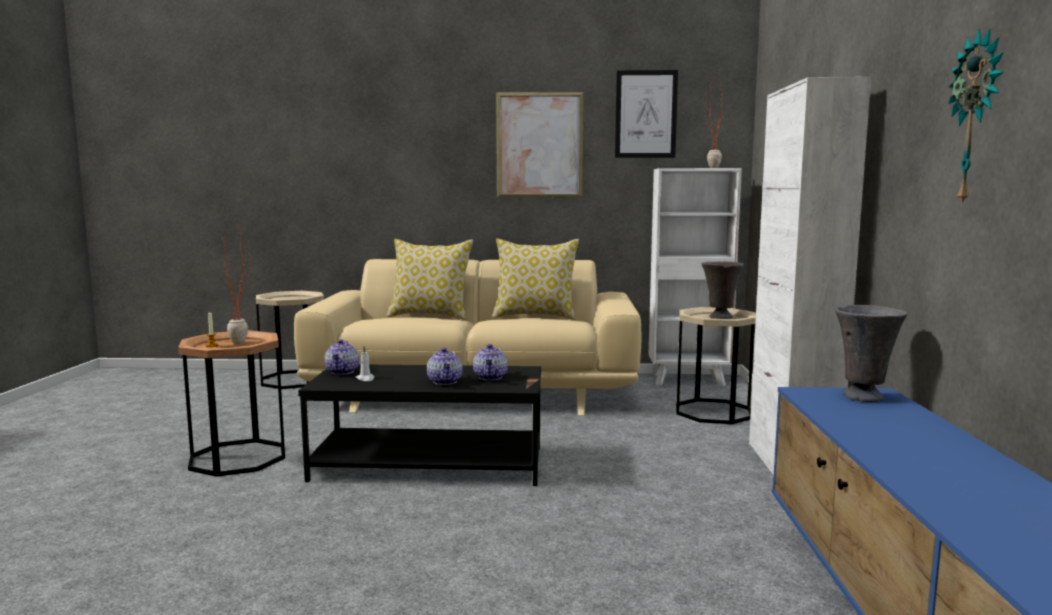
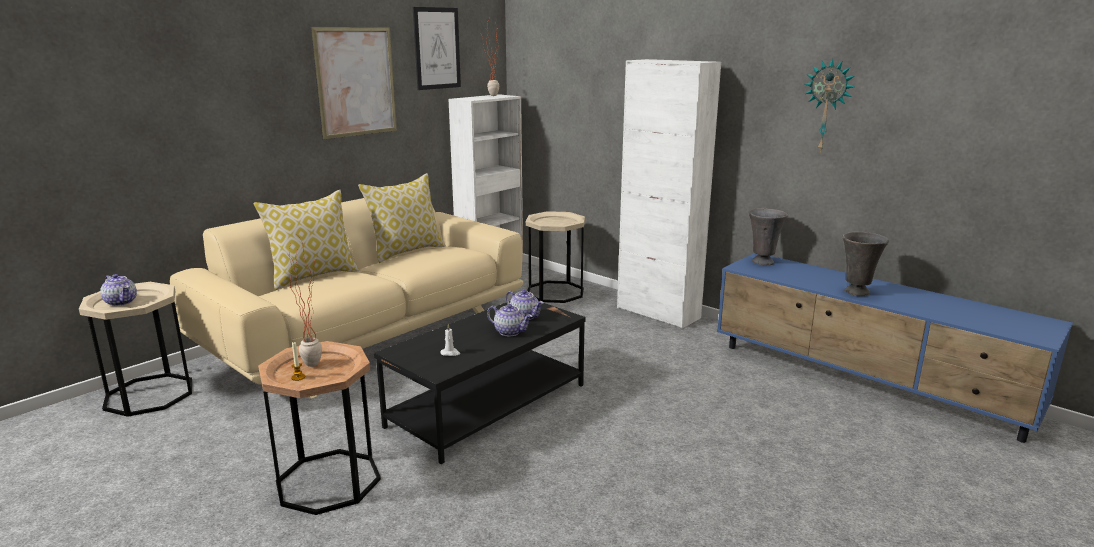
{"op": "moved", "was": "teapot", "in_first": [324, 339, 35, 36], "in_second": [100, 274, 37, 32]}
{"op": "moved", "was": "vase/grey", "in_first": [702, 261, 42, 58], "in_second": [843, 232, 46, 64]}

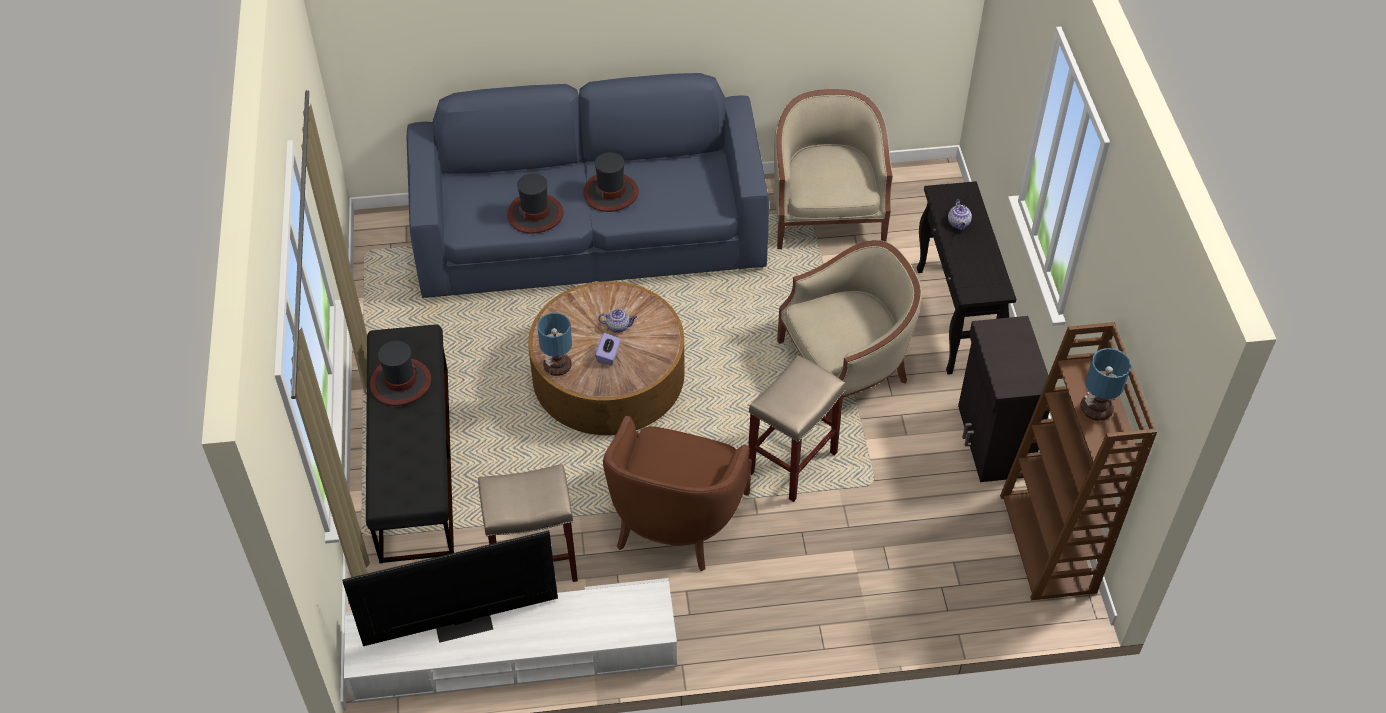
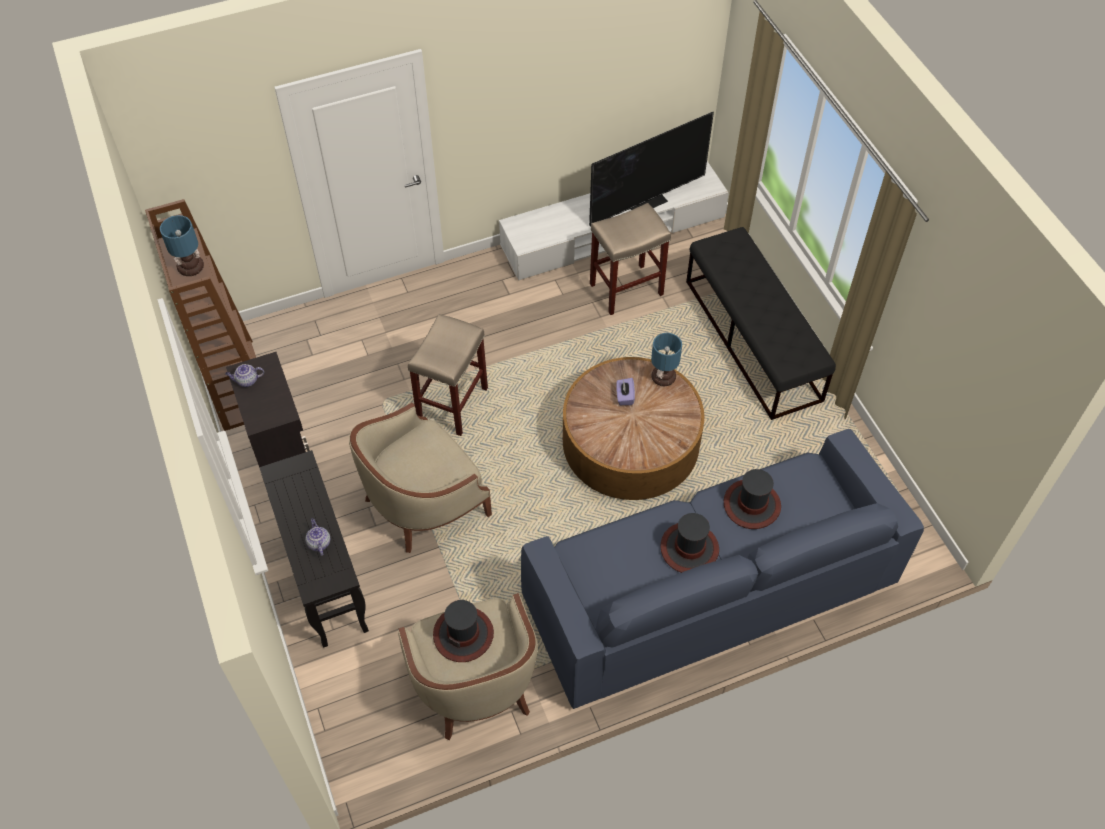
{"op": "removed", "was": "armchair/brown", "in_first": [603, 416, 149, 155]}
{"op": "moved", "was": "hat", "in_first": [370, 341, 61, 65], "in_second": [433, 600, 61, 62]}
{"op": "moved", "was": "teapot", "in_first": [598, 309, 39, 24], "in_second": [225, 364, 39, 23]}

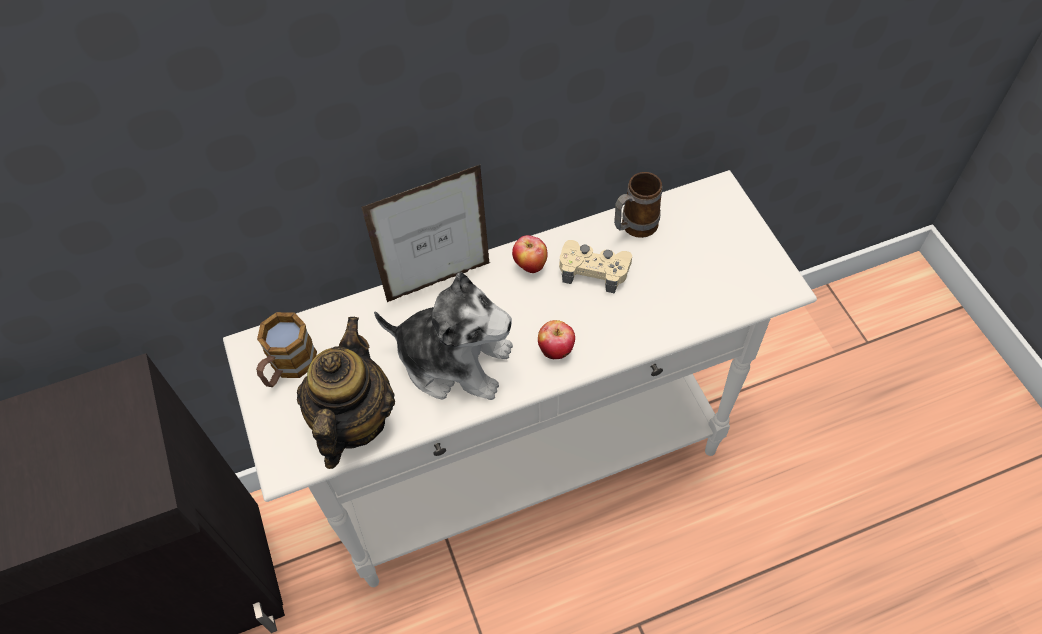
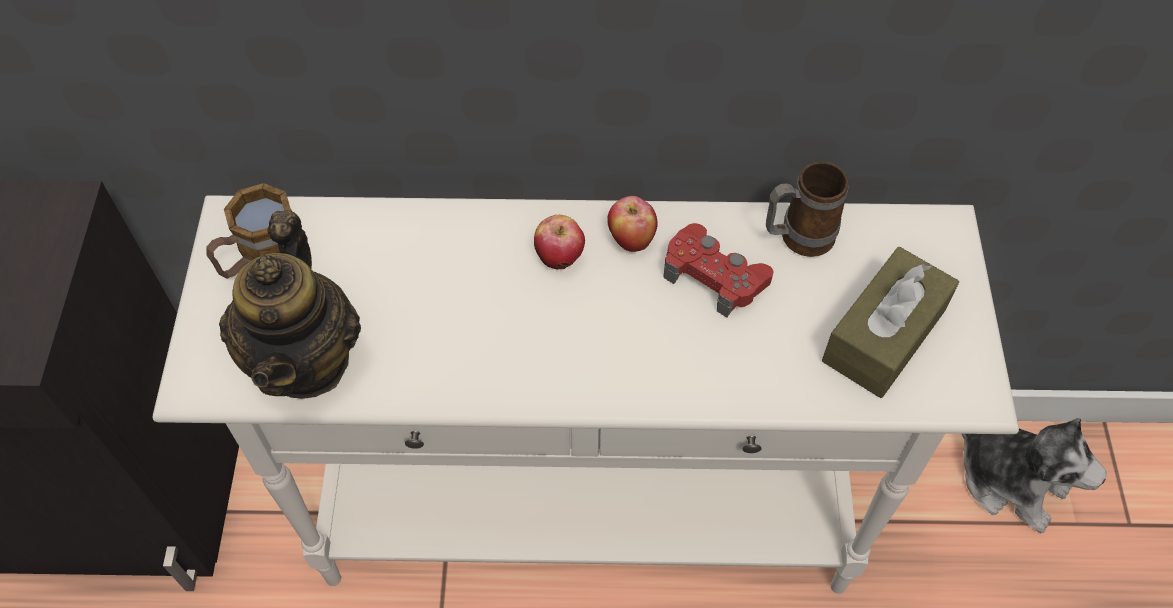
{"op": "removed", "was": "picture frame", "in_first": [362, 164, 128, 138]}
{"op": "added", "now": "tissue box/brown", "in_second": [822, 247, 137, 151]}
{"op": "moved", "was": "plush toy", "in_first": [374, 272, 139, 128], "in_second": [961, 418, 146, 115]}
{"op": "moved", "was": "apple", "in_first": [538, 320, 37, 39], "in_second": [534, 215, 51, 55]}
{"op": "recoloured", "was": "game controller/beige", "now": "game controller/red", "in_first": [559, 240, 73, 54], "in_second": [663, 223, 111, 95]}
{"op": "turned", "was": "teapot", "in_first": [297, 317, 98, 152], "in_second": [219, 211, 142, 188], "clockwise": 150}

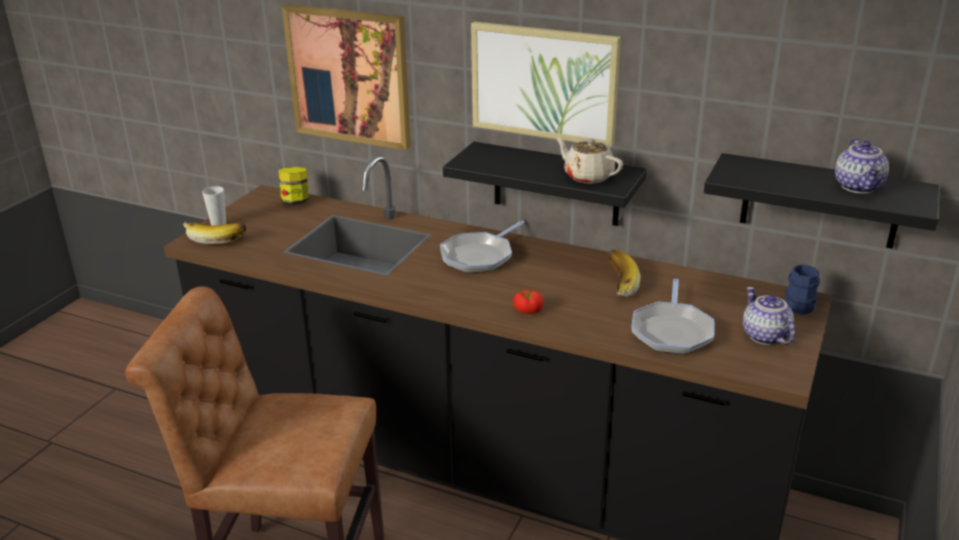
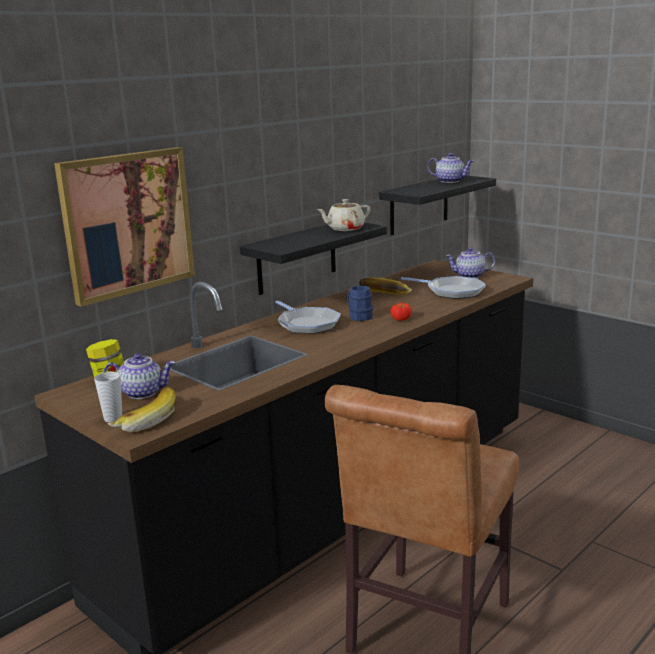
{"op": "removed", "was": "picture", "in_first": [471, 22, 150, 125]}
{"op": "added", "now": "teapot", "in_second": [103, 353, 72, 46]}
{"op": "moved", "was": "mug/blue", "in_first": [785, 264, 35, 50], "in_second": [346, 286, 27, 35]}

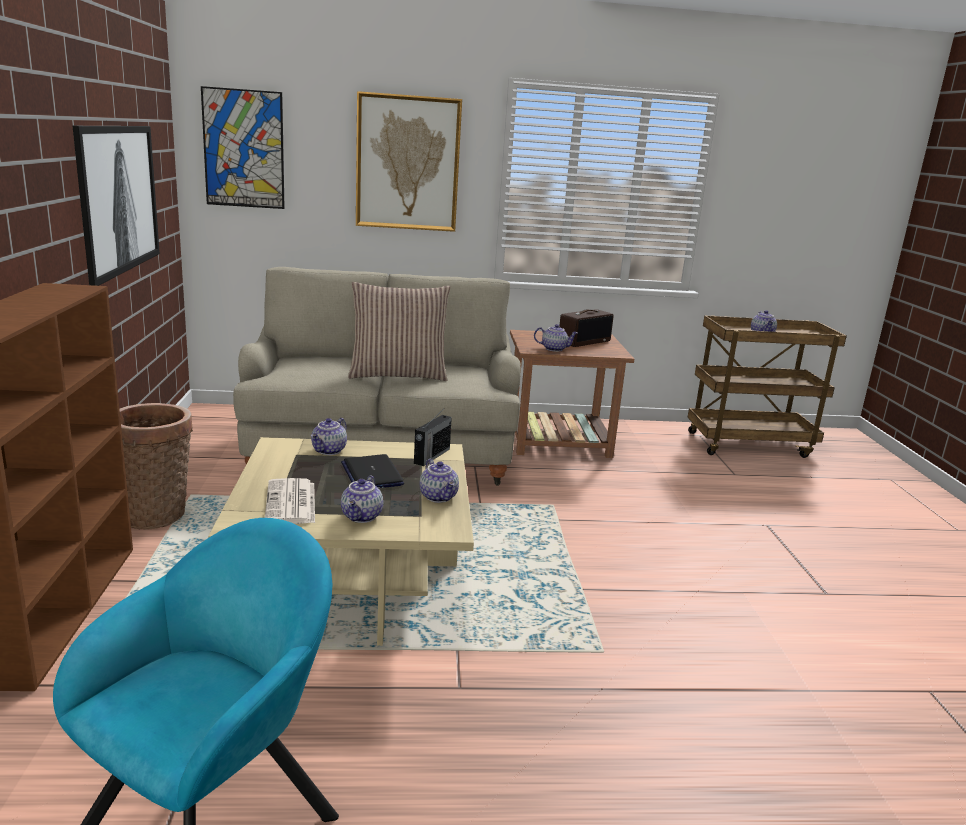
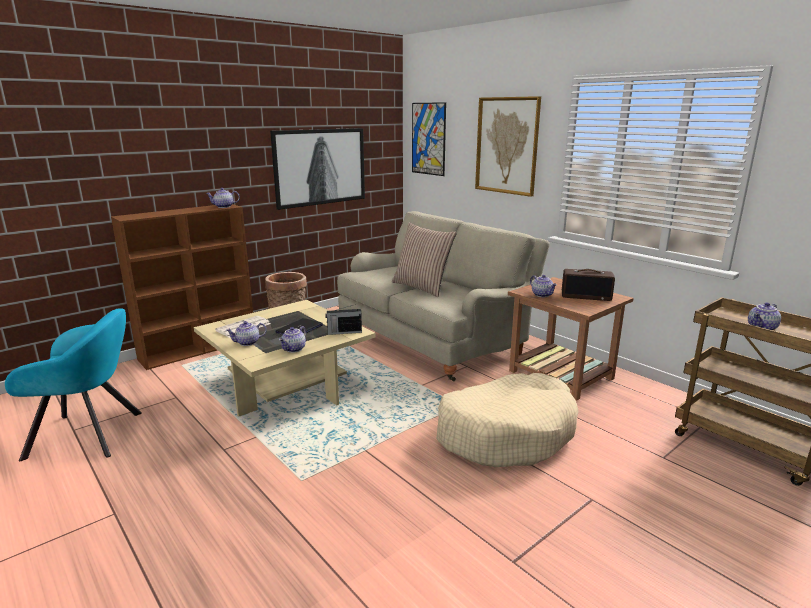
{"op": "added", "now": "dog bed/beige", "in_second": [436, 373, 142, 94]}
{"op": "moved", "was": "teapot", "in_first": [311, 418, 36, 37], "in_second": [206, 188, 34, 20]}

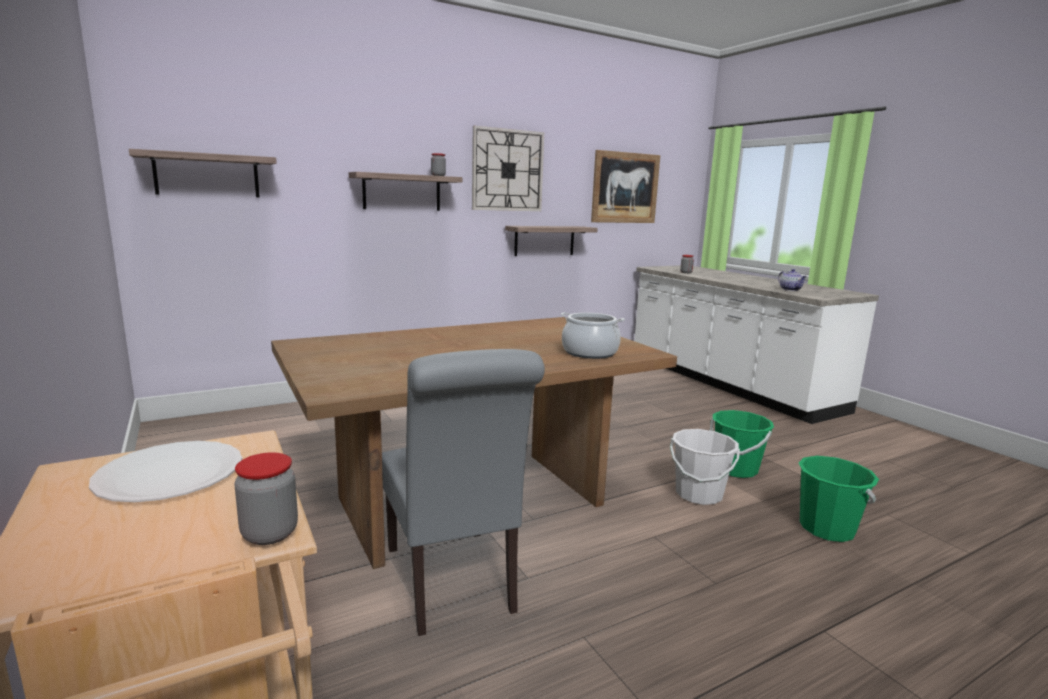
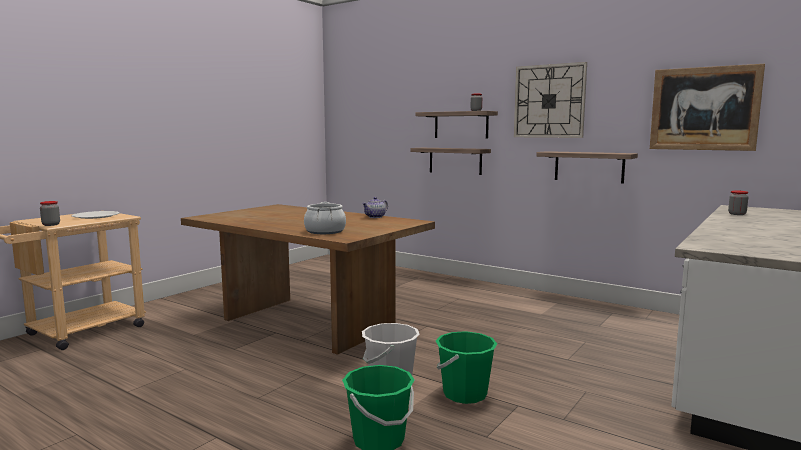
{"op": "removed", "was": "chair/grey", "in_first": [382, 349, 163, 287]}
{"op": "moved", "was": "shelf", "in_first": [129, 149, 148, 48], "in_second": [410, 148, 81, 27]}
{"op": "moved", "was": "teapot", "in_first": [778, 269, 29, 22], "in_second": [362, 197, 26, 21]}

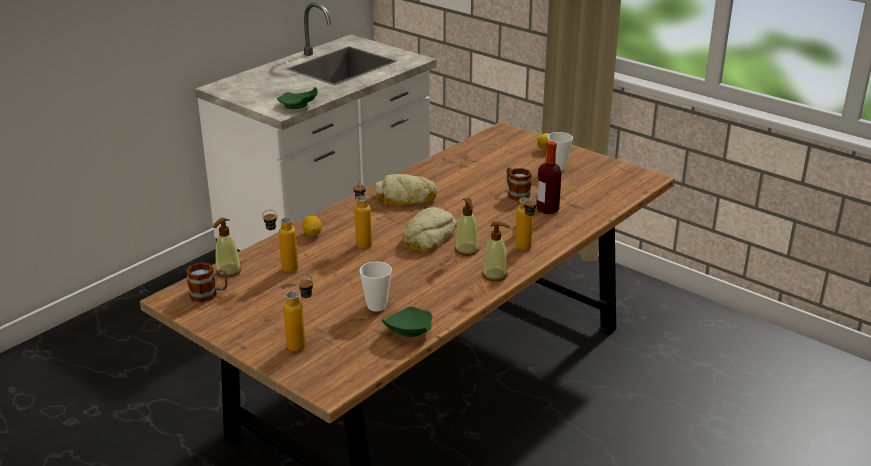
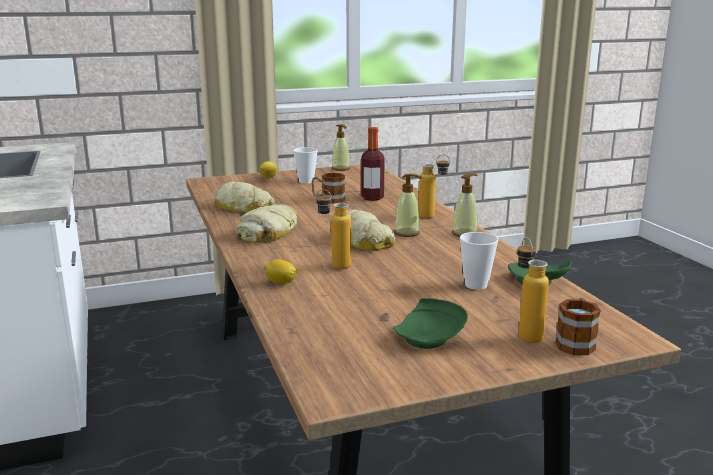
{"op": "removed", "was": "bottle", "in_first": [262, 210, 36, 62]}
{"op": "added", "now": "bread", "in_second": [214, 182, 61, 30]}
{"op": "moved", "was": "mug", "in_first": [186, 262, 41, 40], "in_second": [555, 298, 46, 57]}
{"op": "moved", "was": "soap dispenser", "in_first": [213, 218, 28, 59], "in_second": [331, 124, 19, 47]}
{"op": "moved", "was": "plate/green", "in_first": [277, 87, 41, 22], "in_second": [393, 298, 75, 51]}

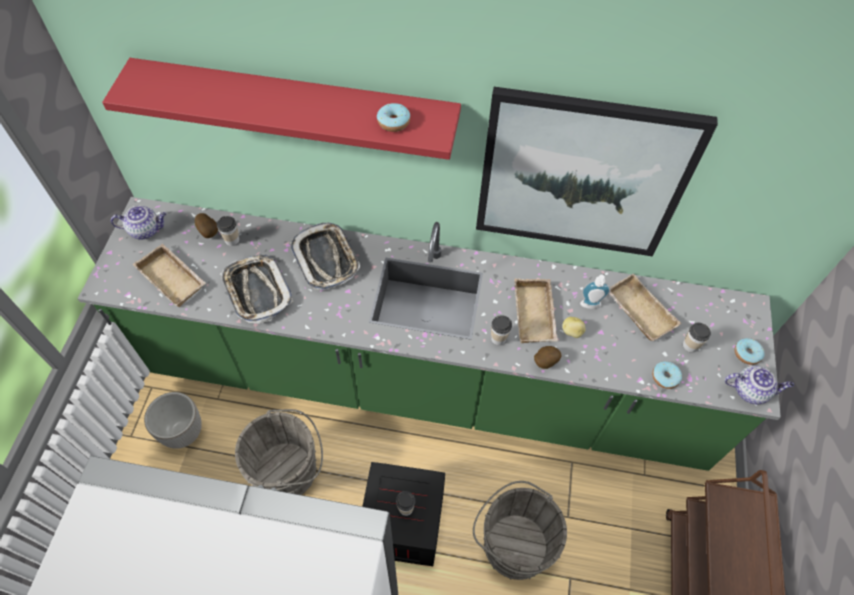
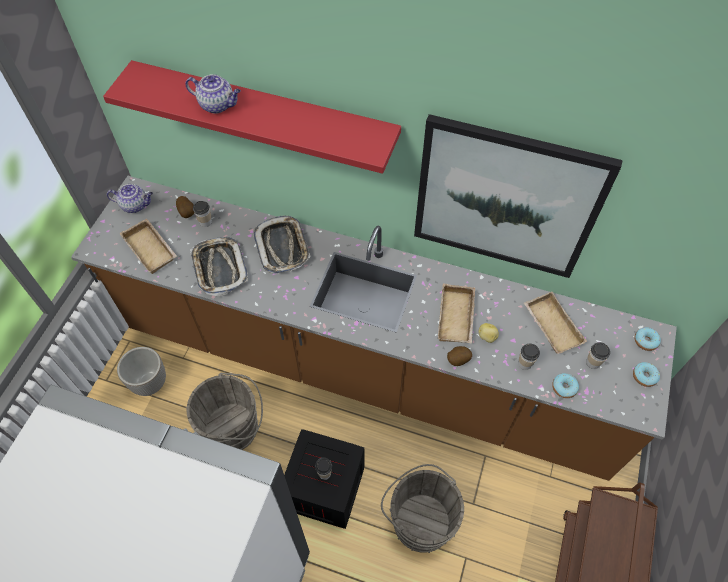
{"op": "removed", "was": "soap dispenser", "in_first": [580, 275, 31, 34]}
{"op": "moved", "was": "donut", "in_first": [377, 103, 33, 29], "in_second": [635, 327, 26, 24]}
{"op": "moved", "was": "cup", "in_first": [491, 315, 21, 30], "in_second": [518, 344, 22, 26]}
{"op": "moved", "was": "teapot", "in_first": [724, 366, 70, 39], "in_second": [185, 74, 56, 40]}
{"op": "recoloured", "was": "counter/green", "now": "counter/brown", "in_first": [78, 197, 703, 274], "in_second": [71, 176, 606, 305]}

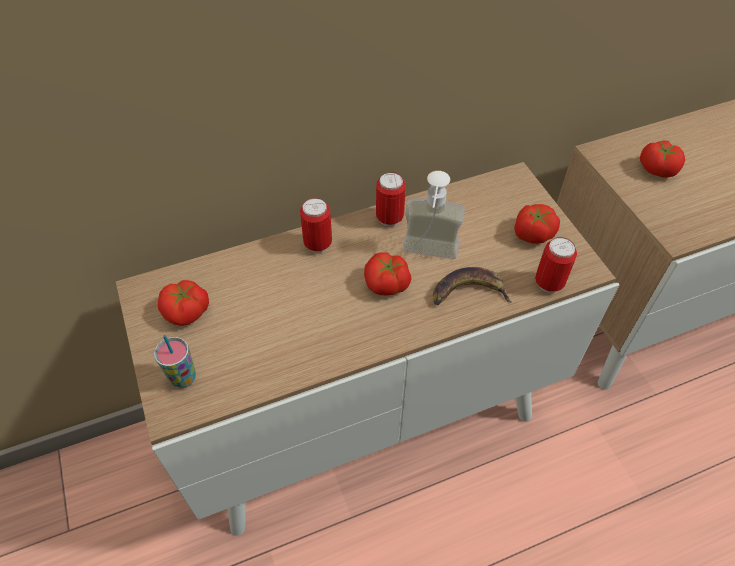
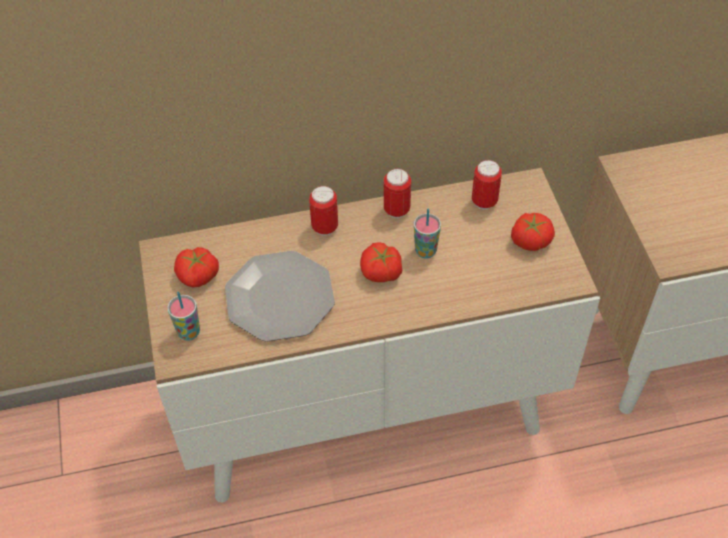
{"op": "removed", "was": "banana", "in_first": [433, 267, 79, 38]}
{"op": "removed", "was": "tomato", "in_first": [640, 140, 45, 38]}
{"op": "added", "now": "plate", "in_second": [225, 251, 110, 91]}
{"op": "moved", "was": "can", "in_first": [535, 237, 42, 56], "in_second": [472, 160, 30, 50]}
{"op": "replaced", "was": "soap dispenser", "now": "cup", "in_first": [403, 171, 62, 88], "in_second": [414, 209, 27, 49]}

